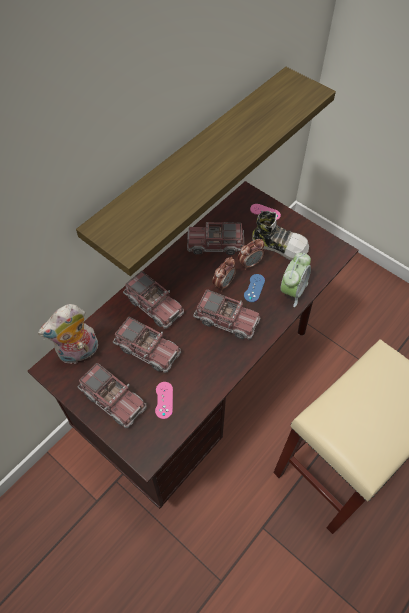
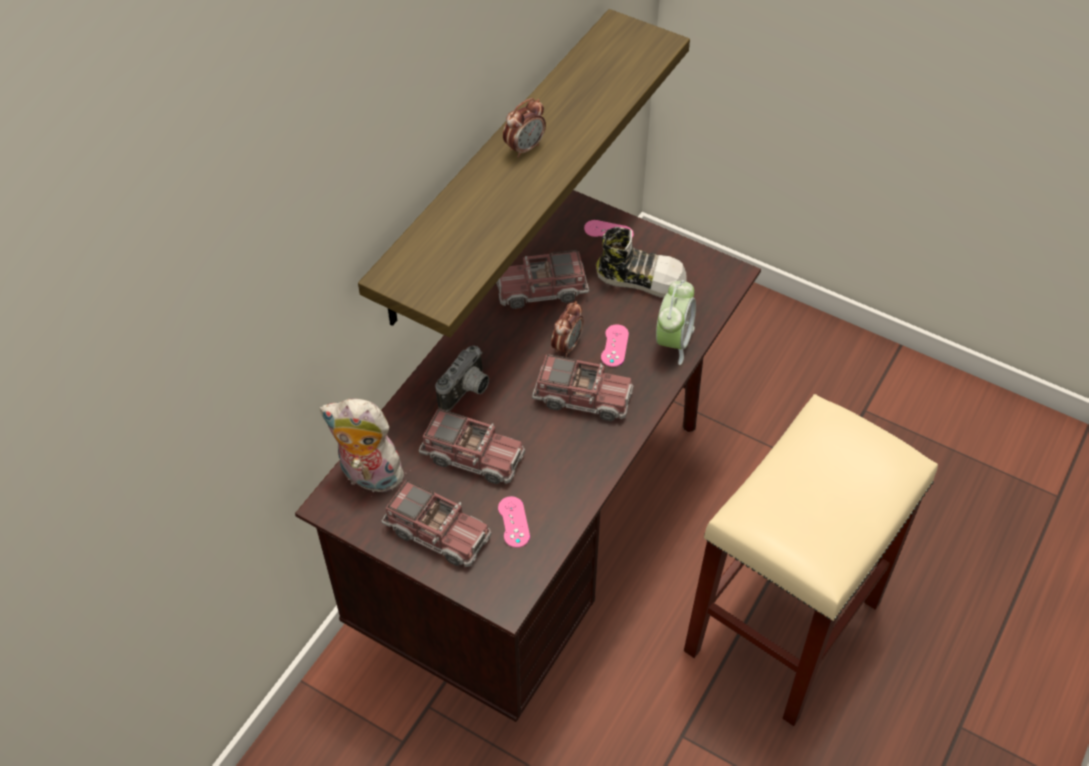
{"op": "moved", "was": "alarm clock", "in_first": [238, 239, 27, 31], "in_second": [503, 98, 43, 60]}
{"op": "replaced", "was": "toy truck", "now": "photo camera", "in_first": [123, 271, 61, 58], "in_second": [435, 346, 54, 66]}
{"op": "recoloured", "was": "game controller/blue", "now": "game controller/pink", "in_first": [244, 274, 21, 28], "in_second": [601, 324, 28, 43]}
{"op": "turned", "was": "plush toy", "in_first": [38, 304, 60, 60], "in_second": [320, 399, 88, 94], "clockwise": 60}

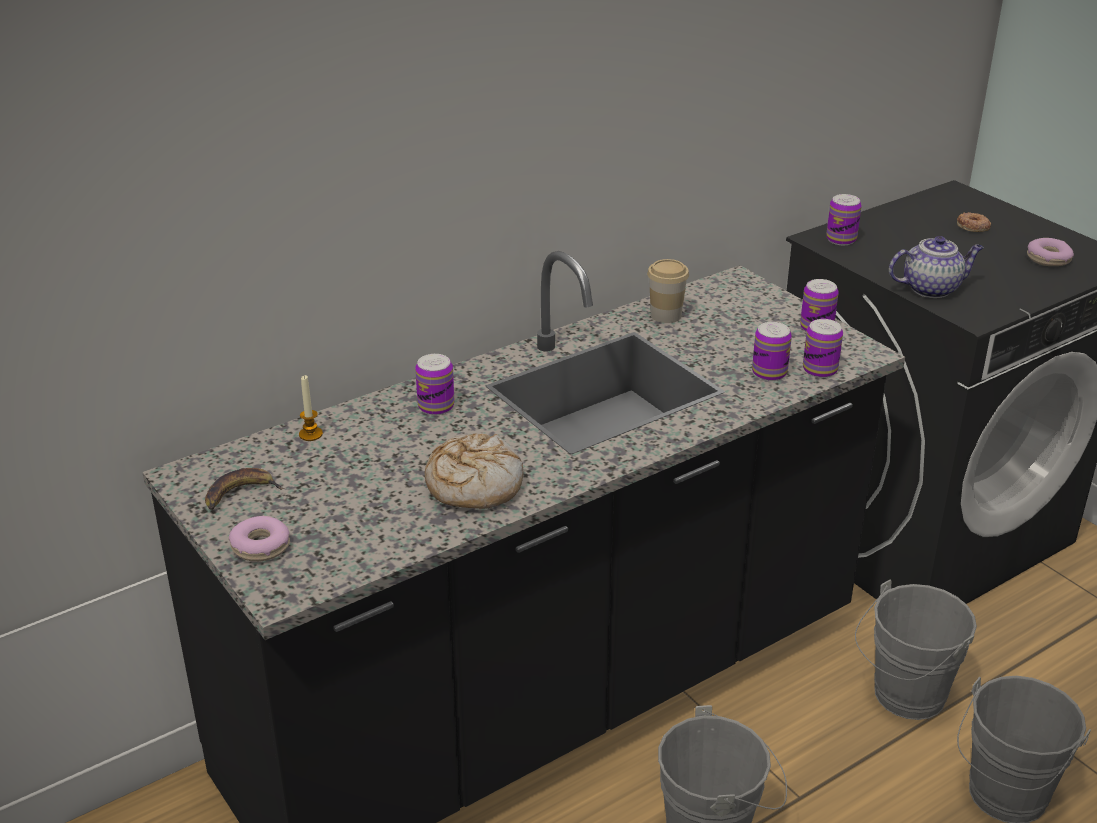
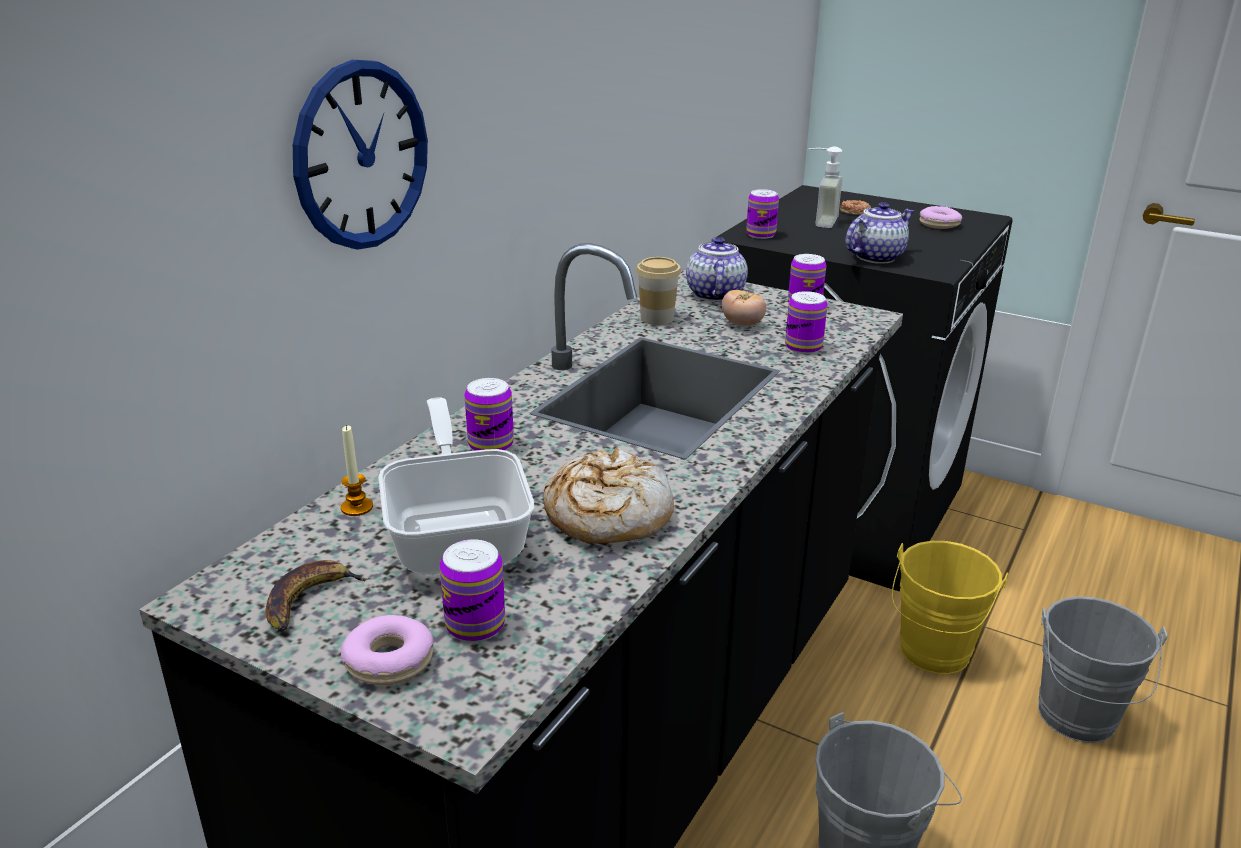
{"op": "added", "now": "wall clock", "in_second": [293, 60, 135, 190]}
{"op": "added", "now": "frying pan", "in_second": [379, 397, 155, 178]}
{"op": "added", "now": "teapot", "in_second": [686, 237, 62, 65]}
{"op": "added", "now": "tomato", "in_second": [722, 290, 44, 37]}
{"op": "added", "now": "soap dispenser", "in_second": [808, 147, 35, 81]}
{"op": "moved", "was": "can", "in_first": [803, 319, 40, 59], "in_second": [440, 539, 65, 103]}
{"op": "recoloured", "was": "bucket/grey", "now": "bucket/yellow", "in_first": [855, 579, 122, 141], "in_second": [892, 541, 116, 133]}

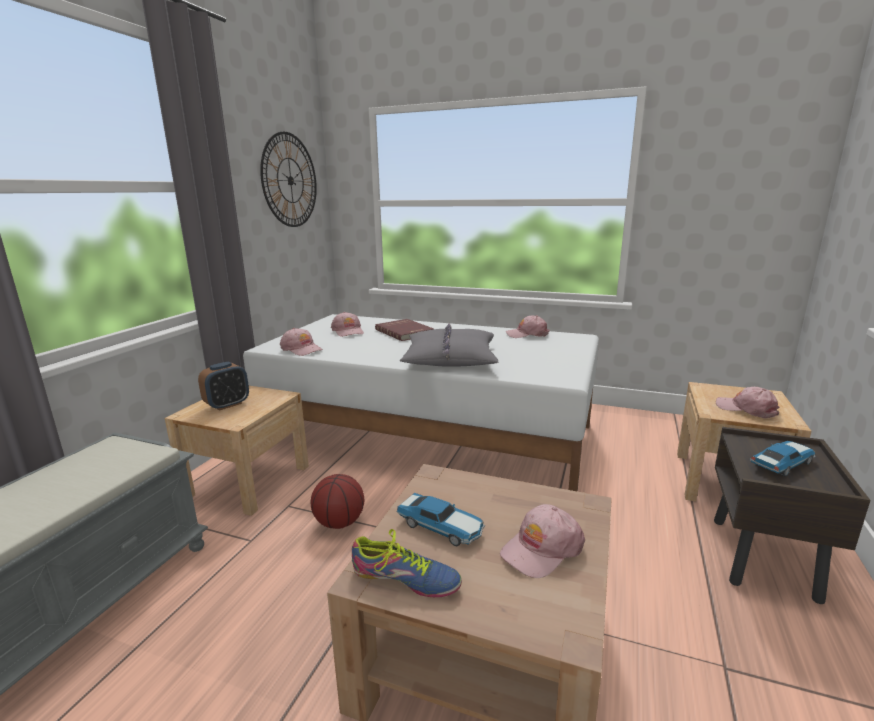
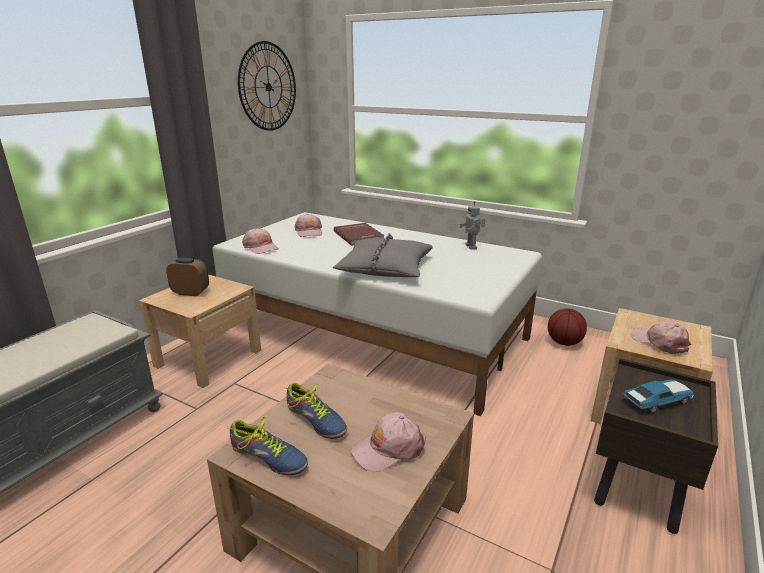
{"op": "moved", "was": "basketball", "in_first": [311, 474, 53, 55], "in_second": [548, 308, 39, 38]}
{"op": "replaced", "was": "toy car", "now": "shoe", "in_first": [397, 493, 88, 53], "in_second": [283, 383, 64, 56]}
{"op": "replaced", "was": "cap/pink", "now": "toy robot", "in_first": [506, 315, 44, 23], "in_second": [459, 201, 26, 49]}
{"op": "turned", "was": "alarm clock", "in_first": [198, 362, 51, 49], "in_second": [166, 258, 43, 38], "clockwise": -135}

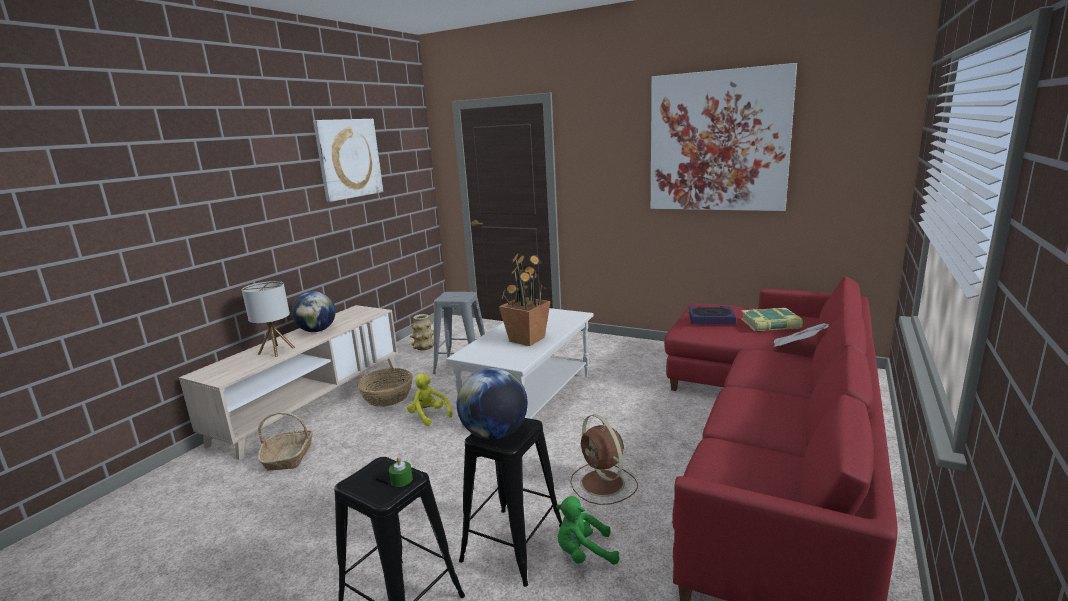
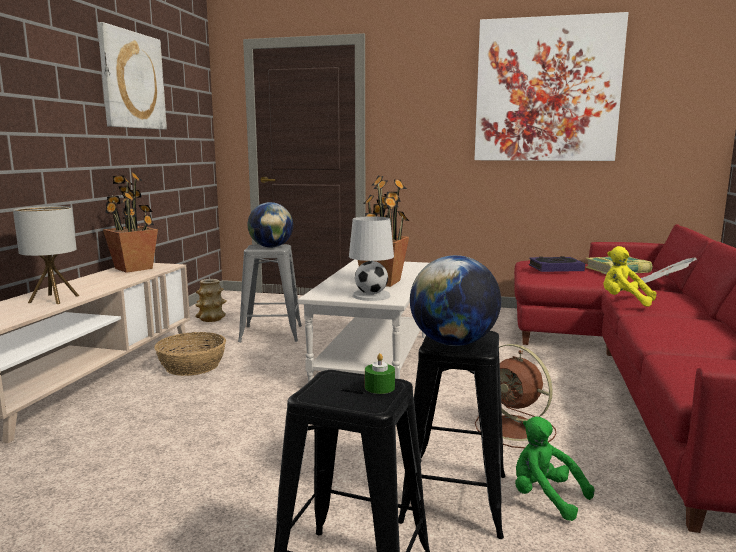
{"op": "removed", "was": "basket", "in_first": [258, 412, 55, 59]}
{"op": "added", "now": "potted plant", "in_second": [103, 172, 55, 101]}
{"op": "added", "now": "table lamp/white", "in_second": [349, 216, 45, 85]}
{"op": "moved", "was": "globe", "in_first": [292, 291, 44, 41], "in_second": [248, 202, 45, 46]}
{"op": "moved", "was": "plush toy/yellow", "in_first": [407, 374, 45, 52], "in_second": [603, 246, 54, 61]}
{"op": "turned", "was": "plush toy/green", "in_first": [556, 496, 63, 68], "in_second": [515, 416, 79, 105], "clockwise": 60}

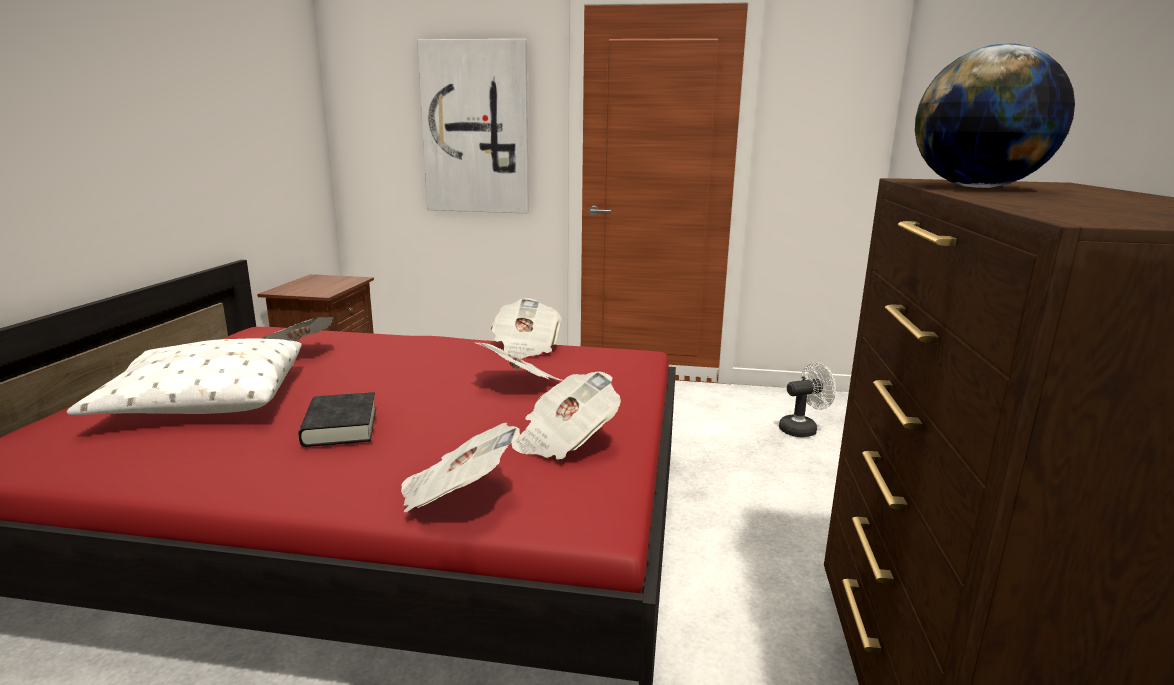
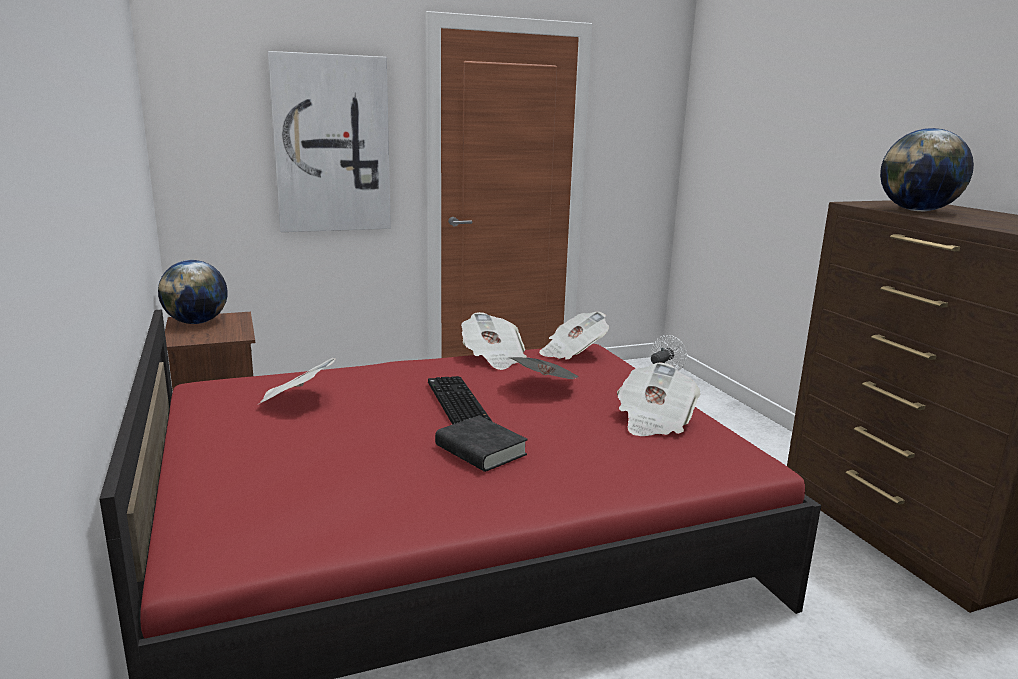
{"op": "removed", "was": "pillow/white", "in_first": [67, 338, 235, 77]}
{"op": "added", "now": "globe", "in_second": [158, 260, 70, 64]}
{"op": "added", "now": "keyboard", "in_second": [428, 376, 64, 49]}
{"op": "moved", "was": "newspaper", "in_first": [401, 423, 119, 90], "in_second": [539, 312, 70, 48]}

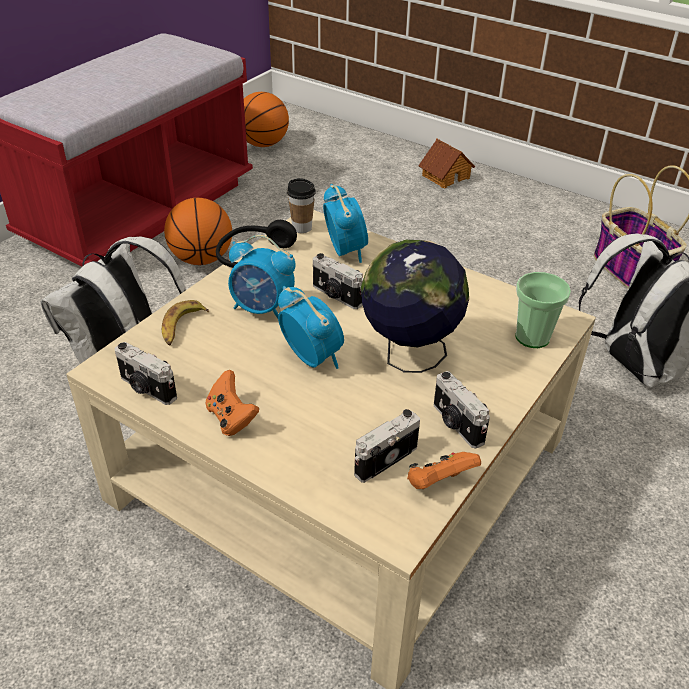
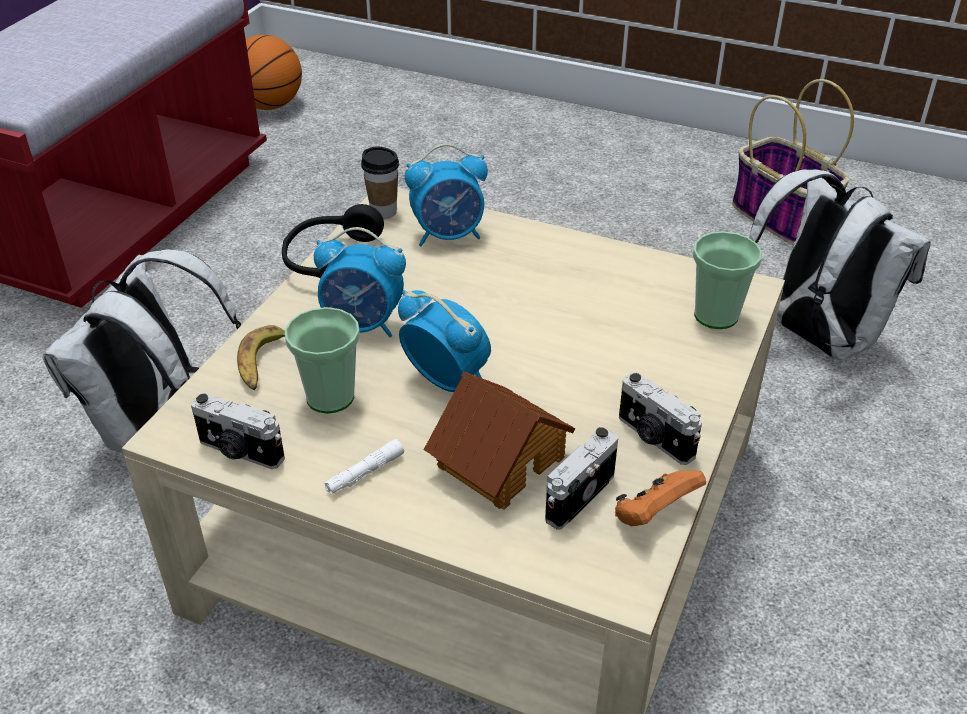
{"op": "removed", "was": "basketball", "in_first": [164, 198, 68, 67]}
{"op": "removed", "was": "photo camera", "in_first": [313, 253, 51, 56]}
{"op": "removed", "was": "globe", "in_first": [361, 240, 108, 133]}
{"op": "added", "now": "cup", "in_second": [285, 307, 75, 107]}
{"op": "moved", "was": "toy house", "in_first": [418, 139, 57, 50], "in_second": [424, 371, 152, 139]}
{"op": "replaced", "was": "game controller/orange", "now": "flashlight/white", "in_first": [206, 370, 53, 66], "in_second": [324, 439, 80, 56]}
{"op": "turned", "was": "alarm clock", "in_first": [323, 184, 45, 79], "in_second": [405, 144, 83, 102], "clockwise": 105}

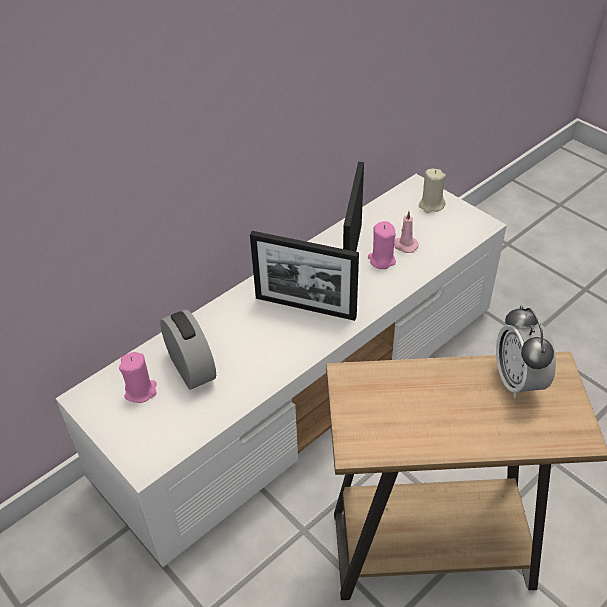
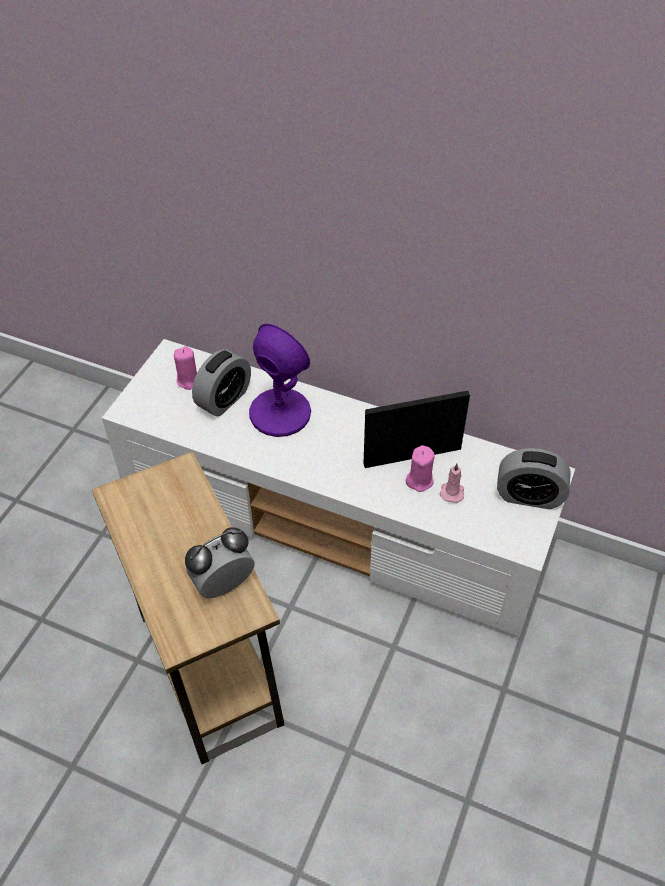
{"op": "removed", "was": "picture frame", "in_first": [250, 231, 109, 90]}
{"op": "added", "now": "table lamp/purple", "in_second": [249, 324, 62, 113]}
{"op": "replaced", "was": "candle/beige", "now": "alarm clock", "in_first": [419, 169, 27, 44], "in_second": [497, 448, 74, 61]}

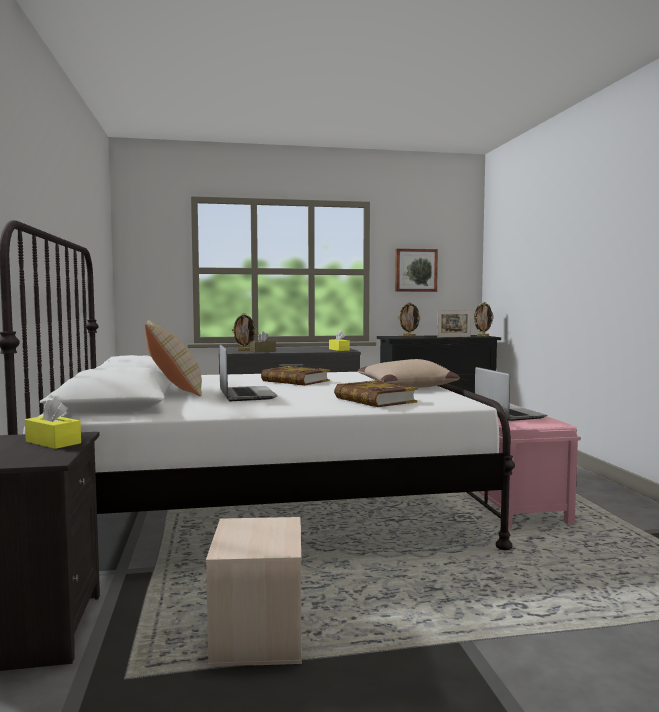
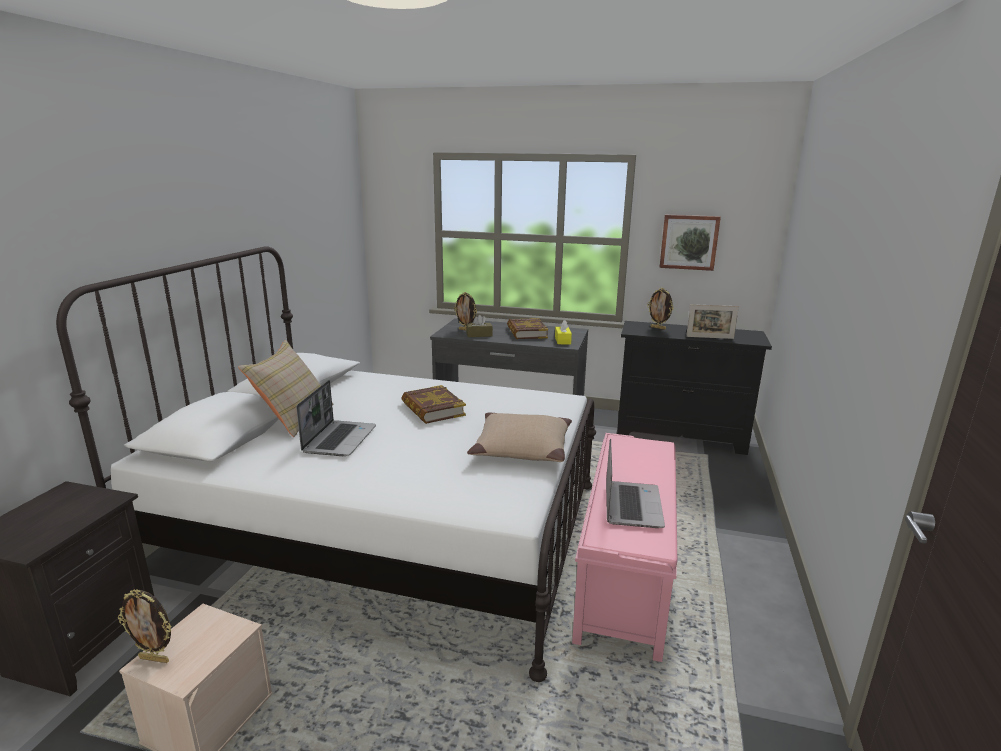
{"op": "removed", "was": "tissue box/yellow", "in_first": [25, 397, 56, 52]}
{"op": "moved", "was": "book", "in_first": [334, 380, 84, 27], "in_second": [507, 318, 41, 21]}
{"op": "moved", "was": "picture frame", "in_first": [474, 302, 20, 35], "in_second": [118, 589, 54, 74]}

